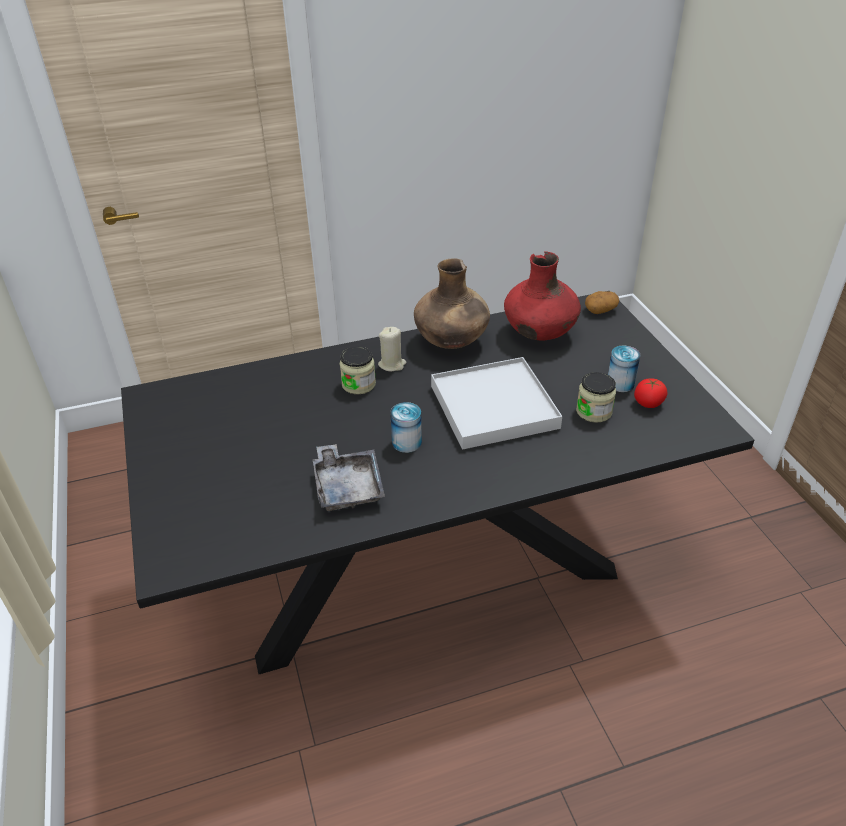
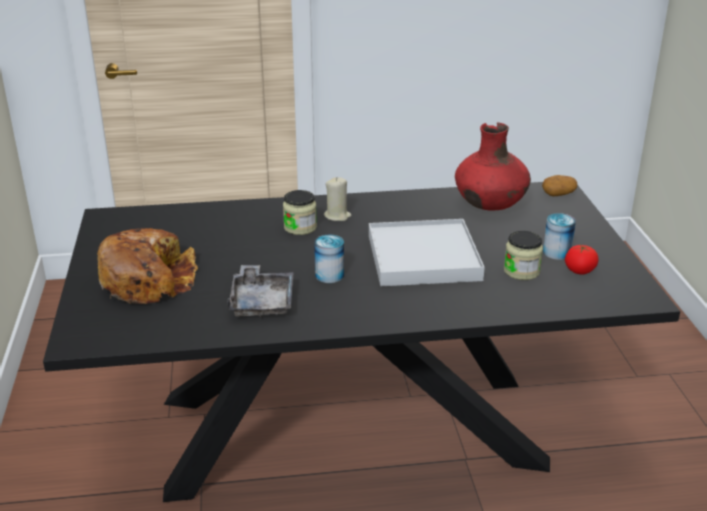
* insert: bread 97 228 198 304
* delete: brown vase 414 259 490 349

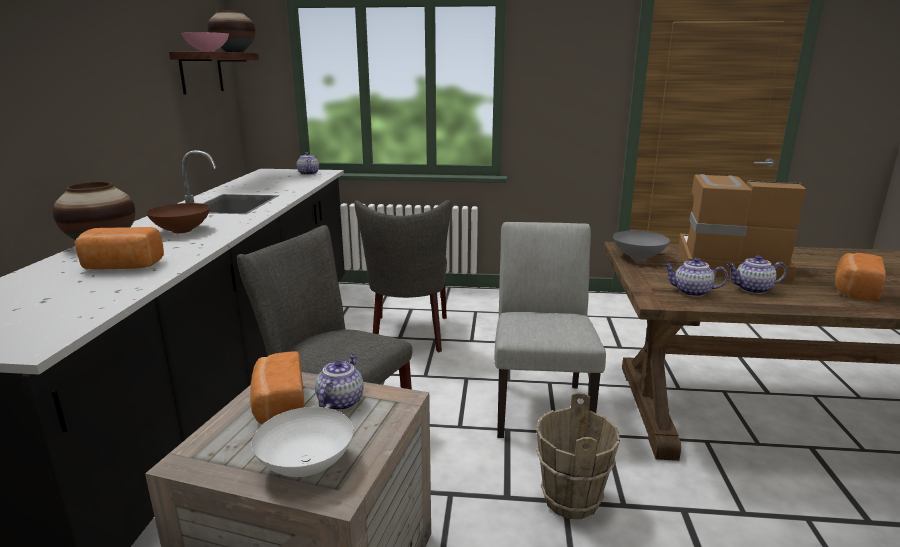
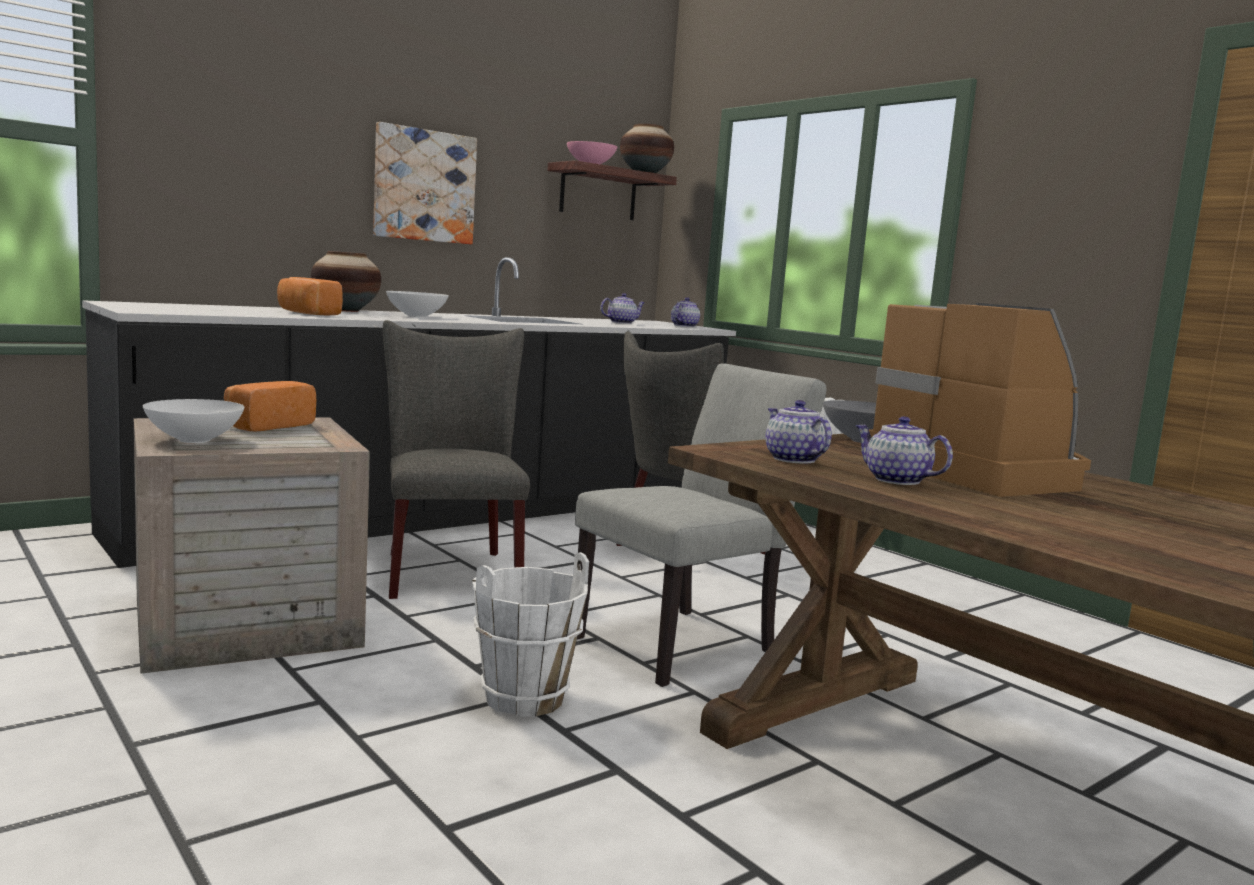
* insert: picture 373 122 477 244
* recolor: brown bowl 146 203 210 233 to white bowl 386 291 449 317
* recolor: brown bucket 536 392 620 519 to white bucket 472 552 589 717
* move: teapot 315 354 363 411 to 600 293 645 324
* delete: bread 835 253 886 301

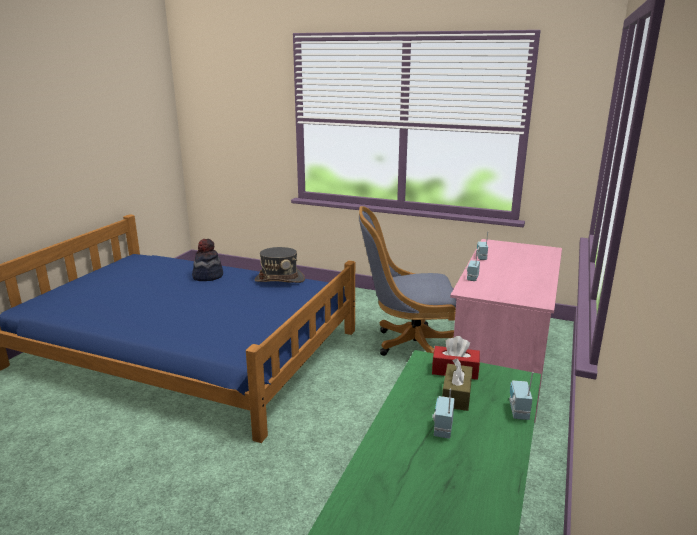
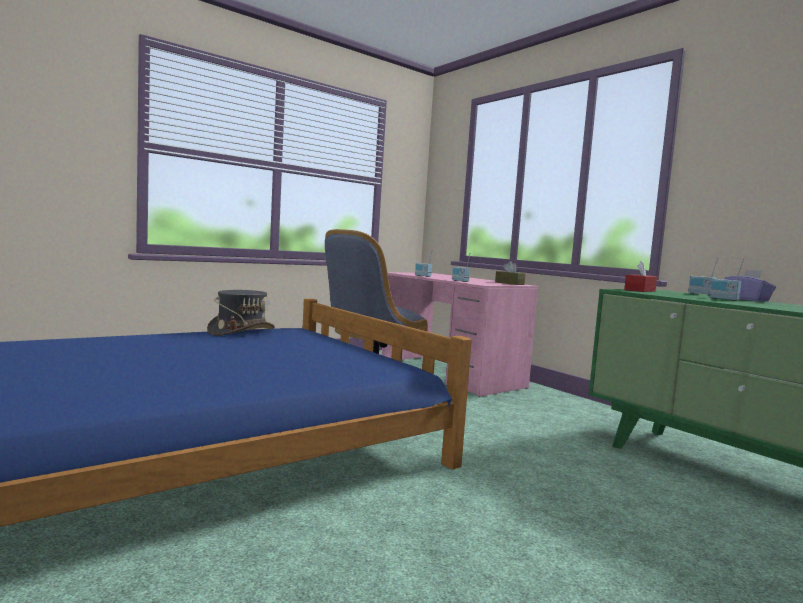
* move: brown tissue box 442 359 473 411 to 495 261 525 285
* insert: purple tissue box 725 269 776 301
* delete: hat 192 239 223 281

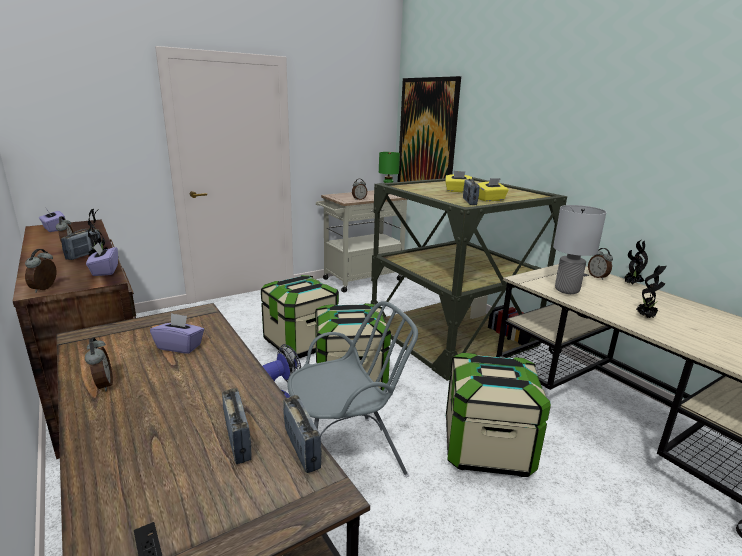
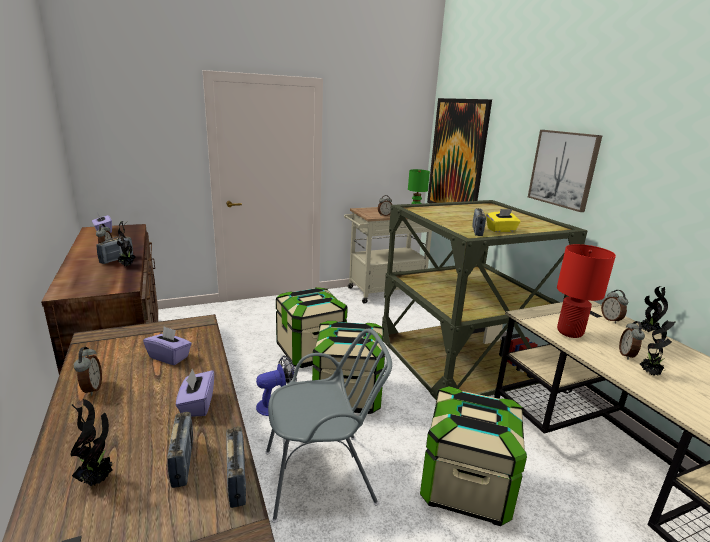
* insert: potted plant 71 399 113 487
* move: purple tissue box 86 243 118 276 to 176 369 214 417
* insert: picture 528 130 602 212
* recolor: grey table lamp 553 205 606 294 to red table lamp 557 244 616 338
* move: alarm clock 25 249 56 293 to 619 321 645 360
* delete: yellow tissue box 445 171 472 192

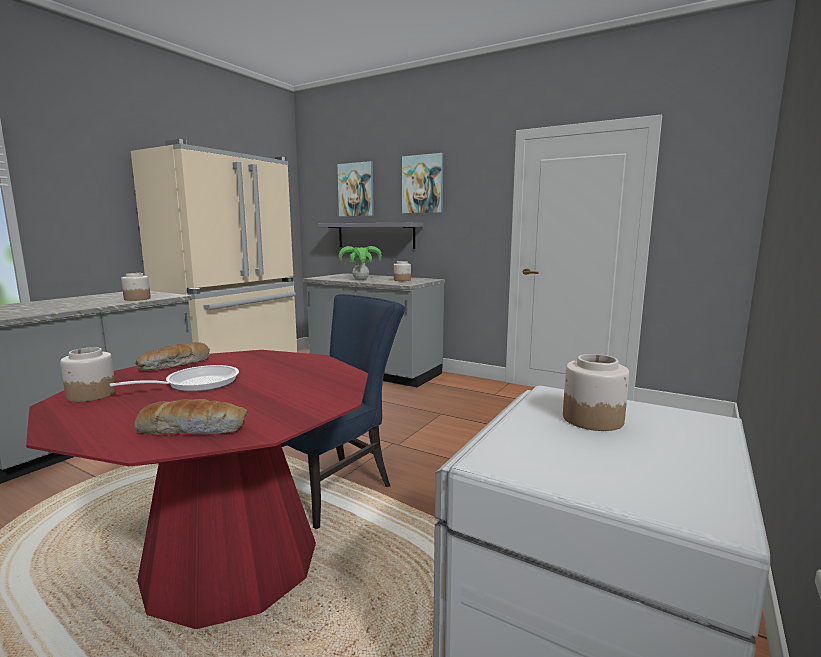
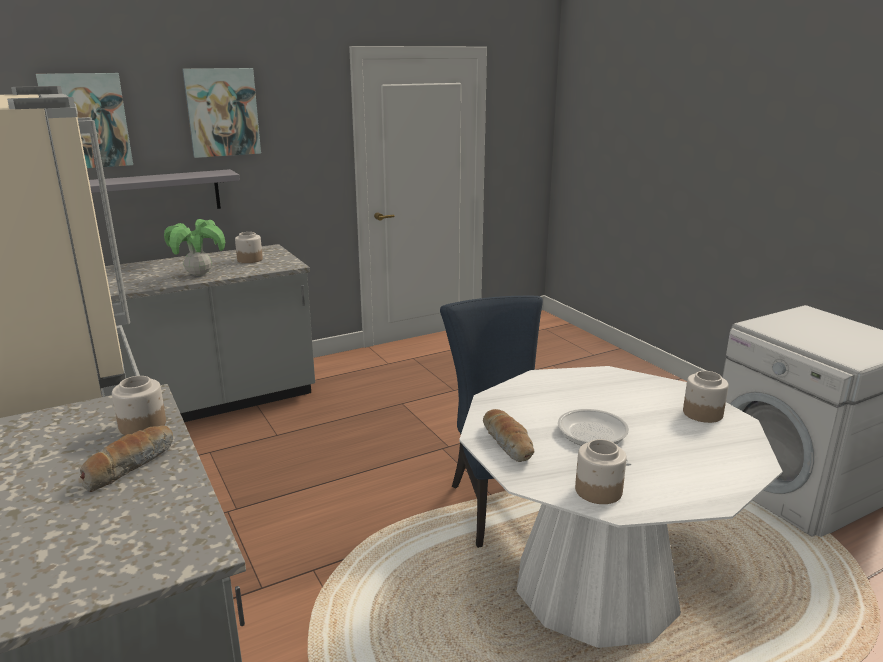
* move: bread 134 399 247 435 to 80 425 173 492
* recolor: red dining table 26 350 368 629 to white dining table 459 366 783 648
* move: jar 563 354 629 431 to 683 371 729 423

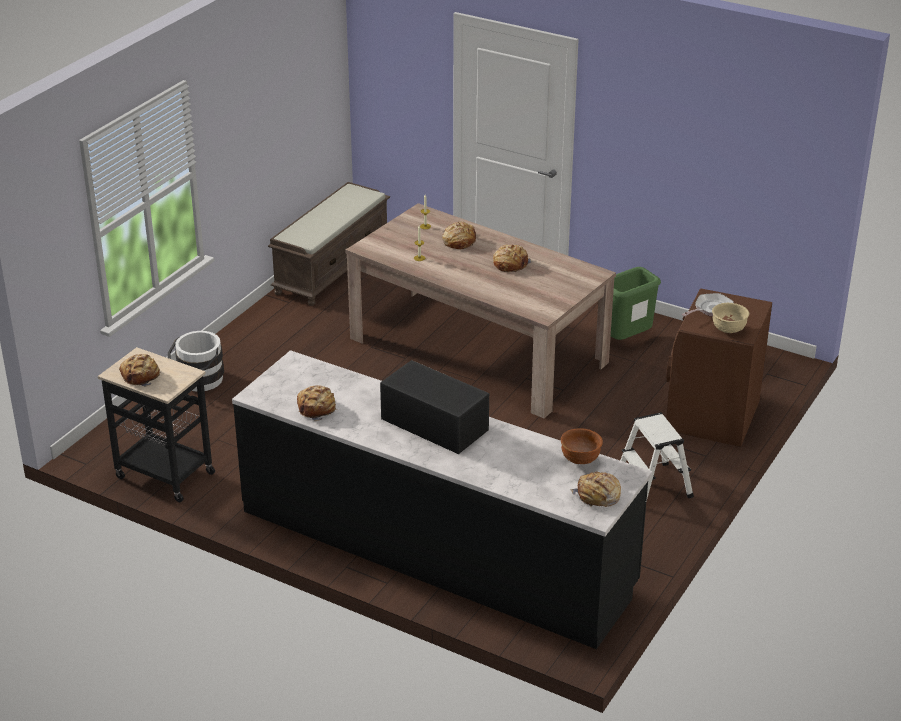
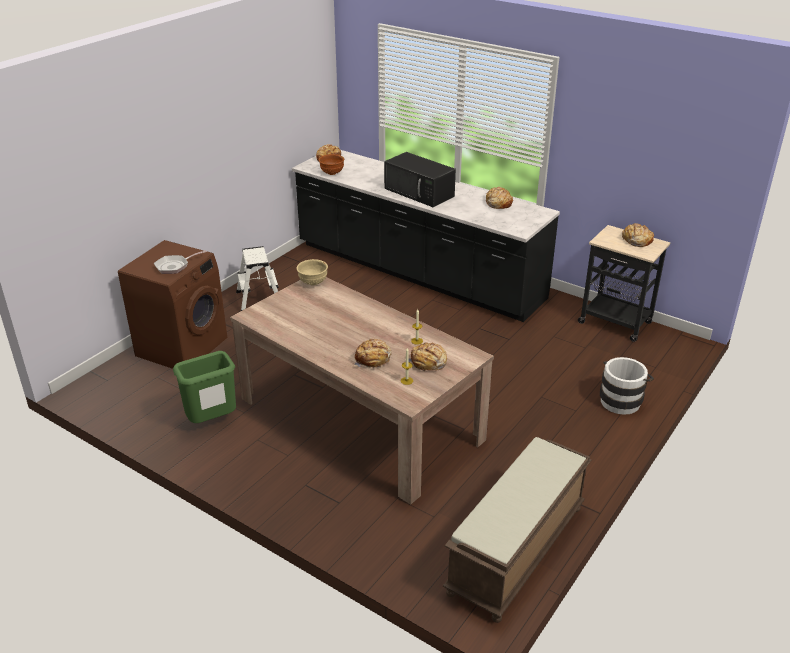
* move: beige bowl 712 303 749 333 to 296 259 328 285
* move: bread 493 244 533 272 to 405 342 447 372

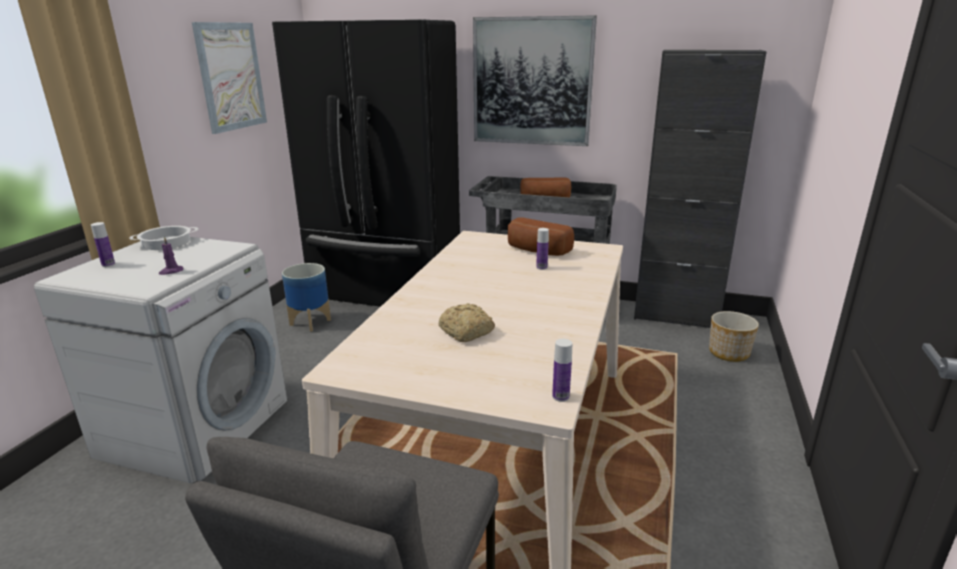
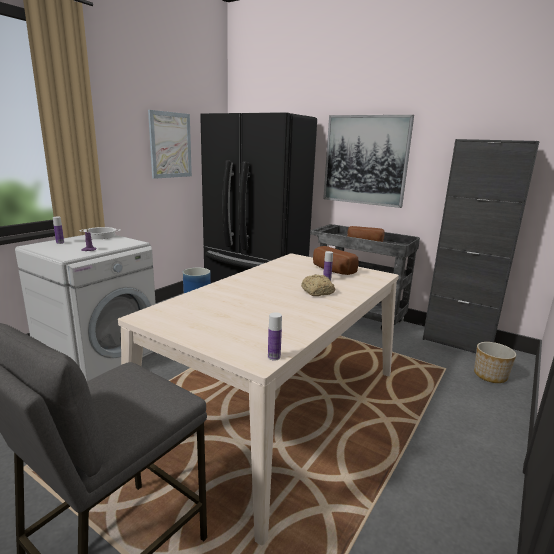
* move: bread 439 303 495 342 to 301 275 335 296

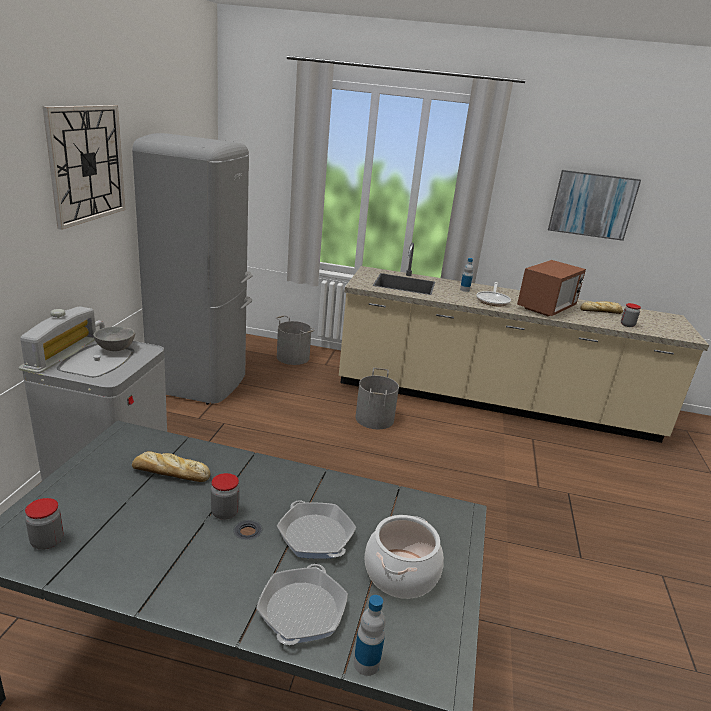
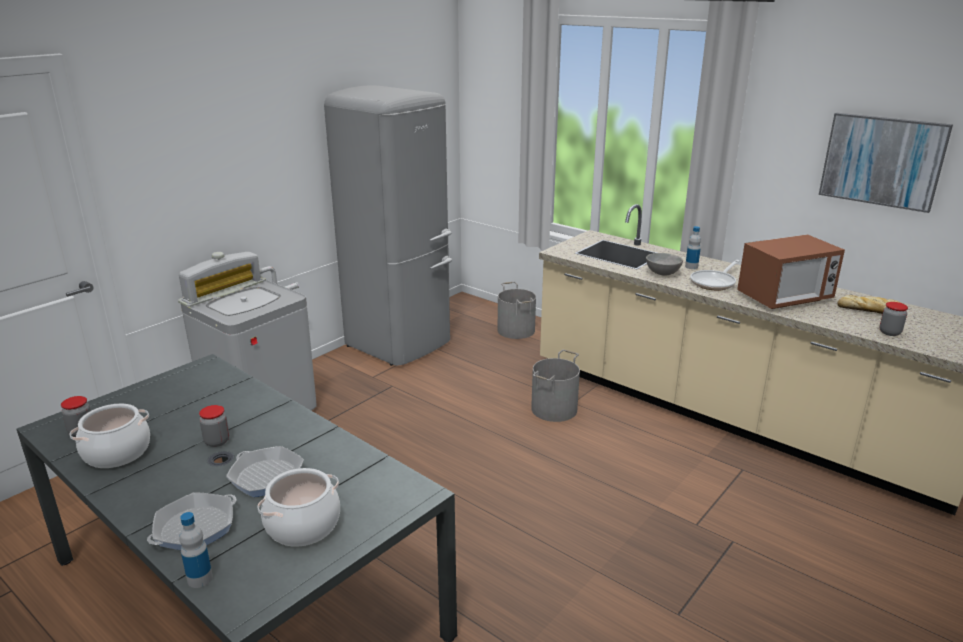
* insert: cooking pot 70 404 150 468
* rotate: frying pan 277 500 356 559 = 226 446 304 497 135 degrees clockwise
* move: grey bowl 93 326 135 351 to 646 253 683 276
* delete: wall clock 43 105 125 230
* delete: bread 132 451 210 482

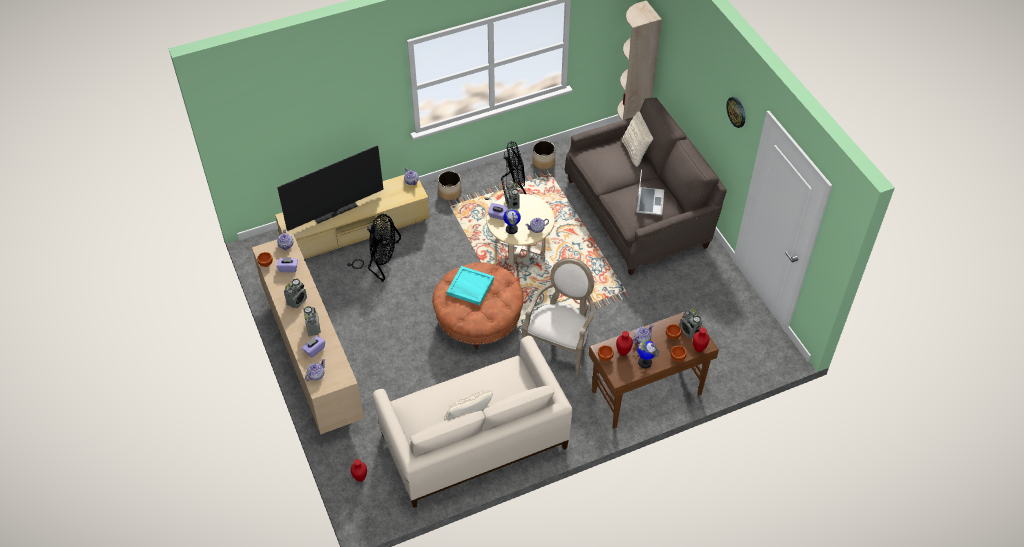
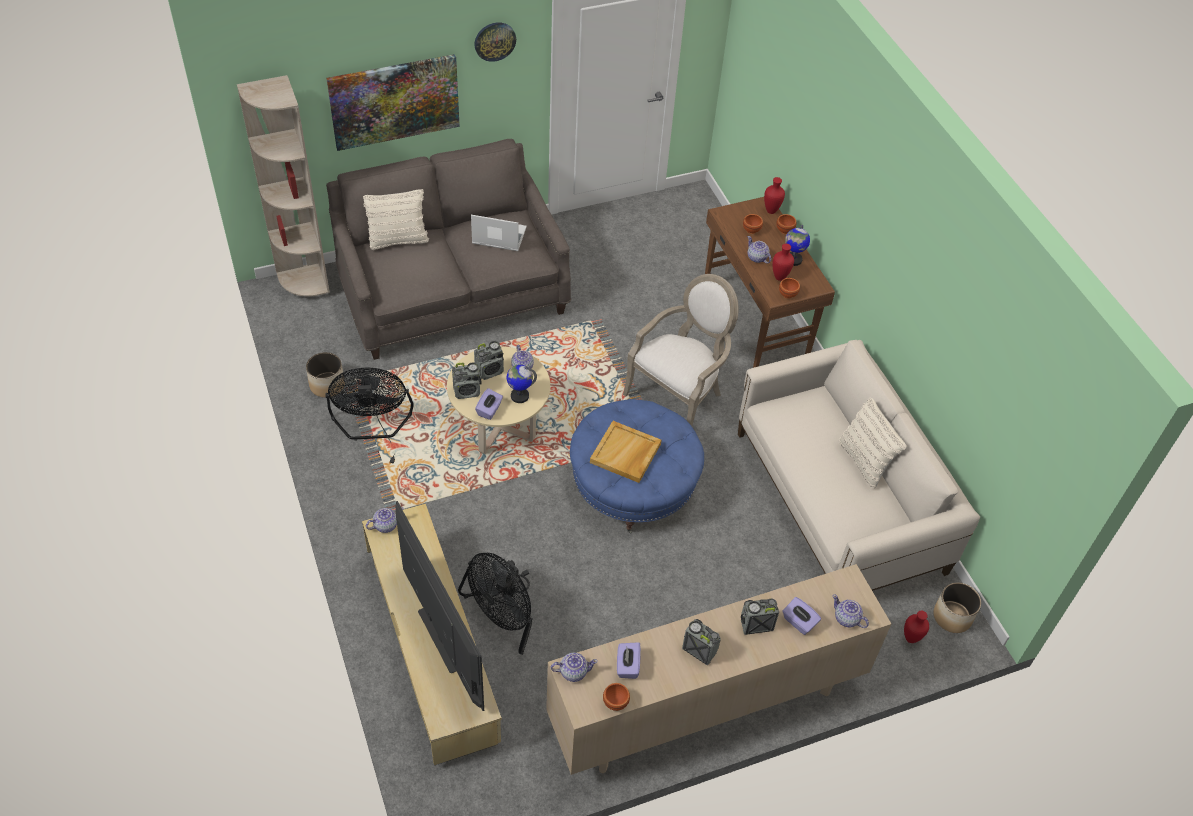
* insert: picture 326 54 460 151
* rotate: black fan 347 214 401 282 = 458 553 533 655 150 degrees counterclockwise
* move: radio 679 309 702 339 to 474 341 504 380
* recolor: brown ottoman 433 263 523 352 to blue ottoman 570 399 704 534
* recolor: turquoise tray 447 266 494 305 to beige tray 590 421 661 483
* rotate: armchair 522 258 594 377 = 623 274 739 426 105 degrees clockwise
* move: planter 438 171 461 200 to 933 582 981 633

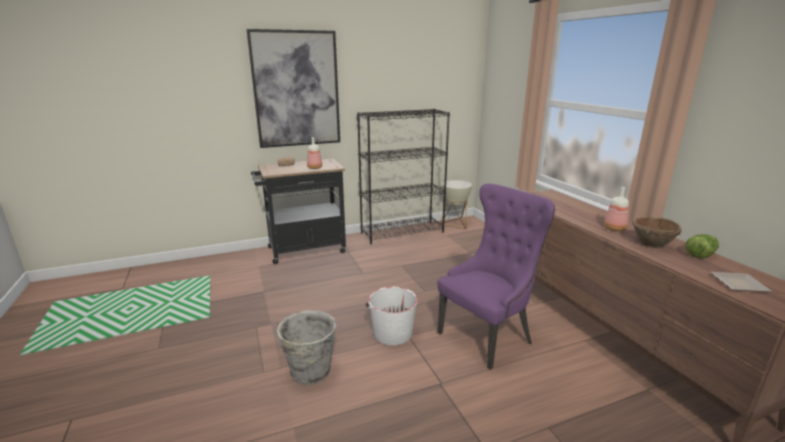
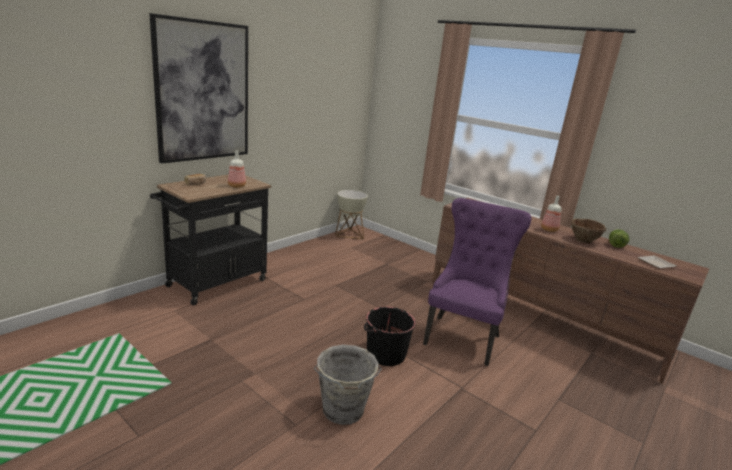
* recolor: white bucket 366 287 418 346 to black bucket 364 307 416 366
* delete: black bookcase 357 109 450 244

